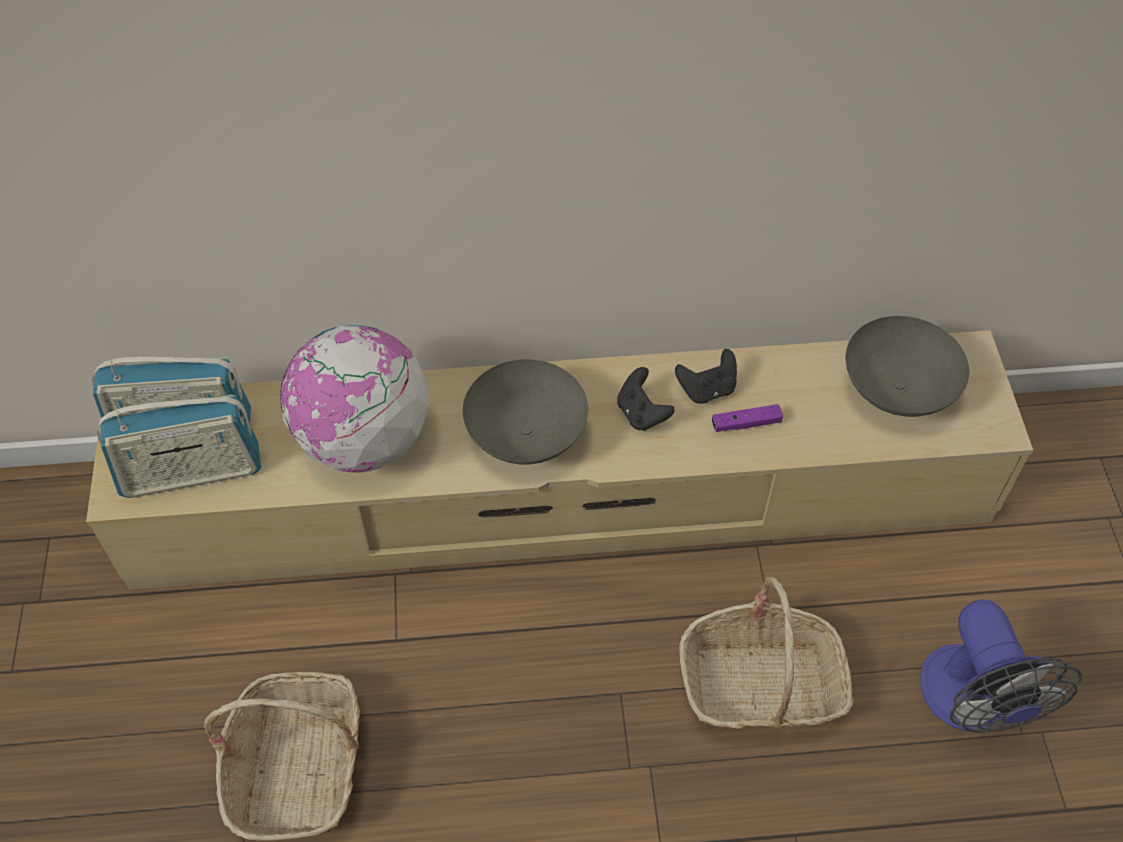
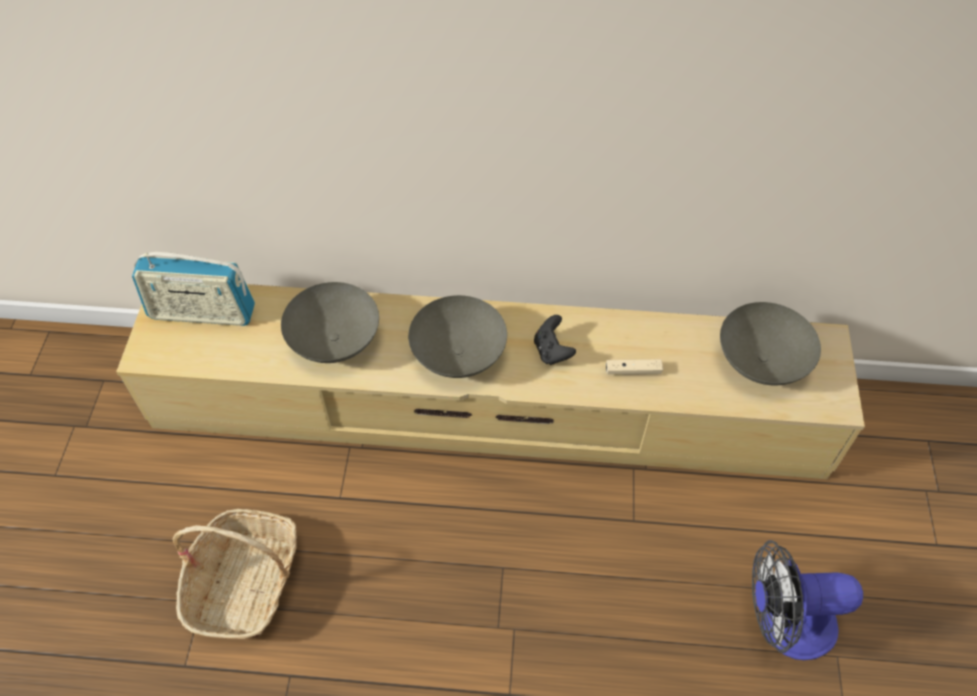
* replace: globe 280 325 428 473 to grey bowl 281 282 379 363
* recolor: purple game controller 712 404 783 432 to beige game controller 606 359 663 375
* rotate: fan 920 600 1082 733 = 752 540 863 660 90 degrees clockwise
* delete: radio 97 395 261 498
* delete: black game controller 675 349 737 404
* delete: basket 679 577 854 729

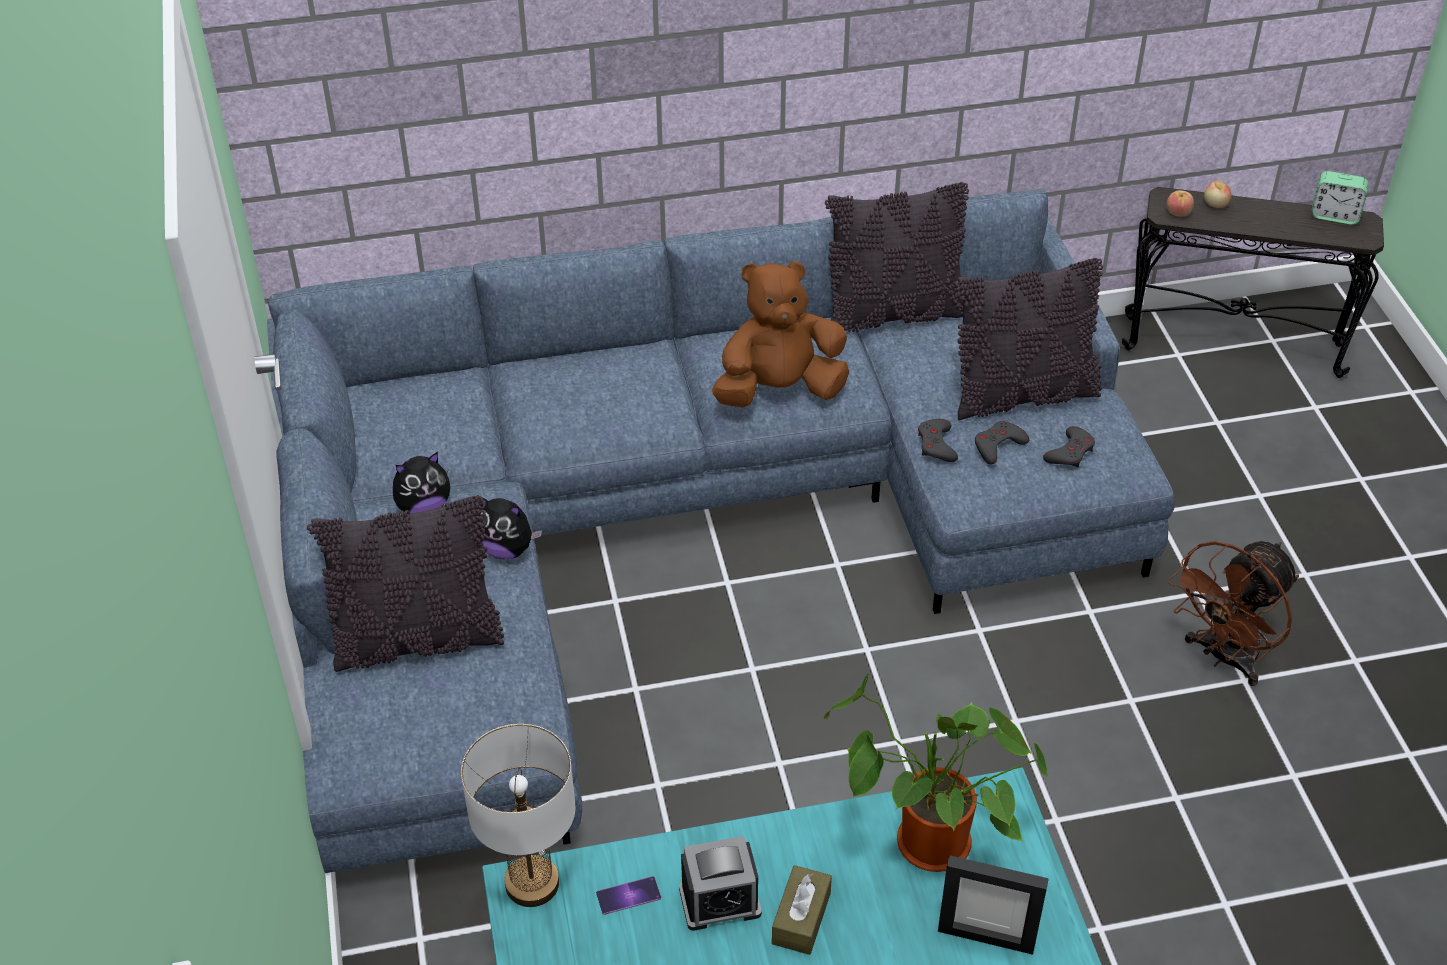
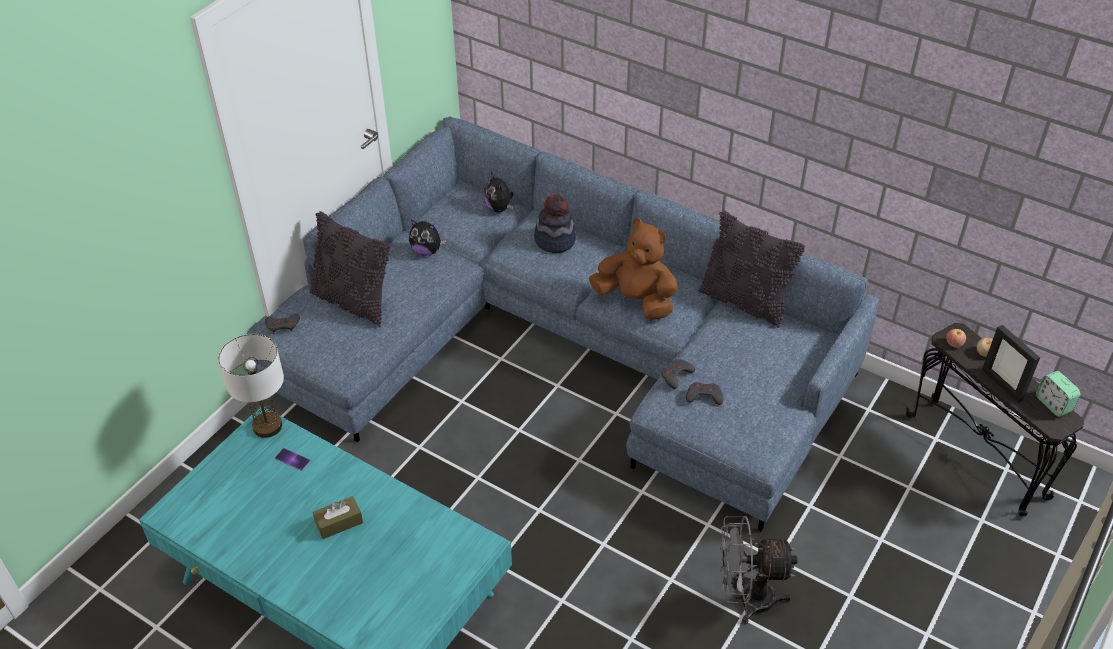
* move: grey game controller 1043 426 1095 468 to 265 314 300 333
* move: plush toy 477 495 542 560 to 484 172 514 213
* insert: hat 534 194 576 253
* recolor: brown fan 1168 541 1299 686 to grey fan 720 516 798 624
* move: picture frame 938 855 1049 955 to 982 325 1040 403
* delete: alarm clock 679 836 762 931
* delete: potted plant 824 673 1048 872
* delete: black pillow 955 258 1103 420

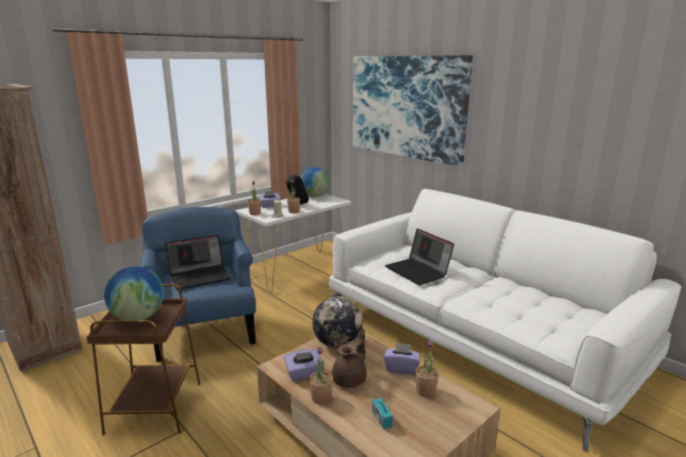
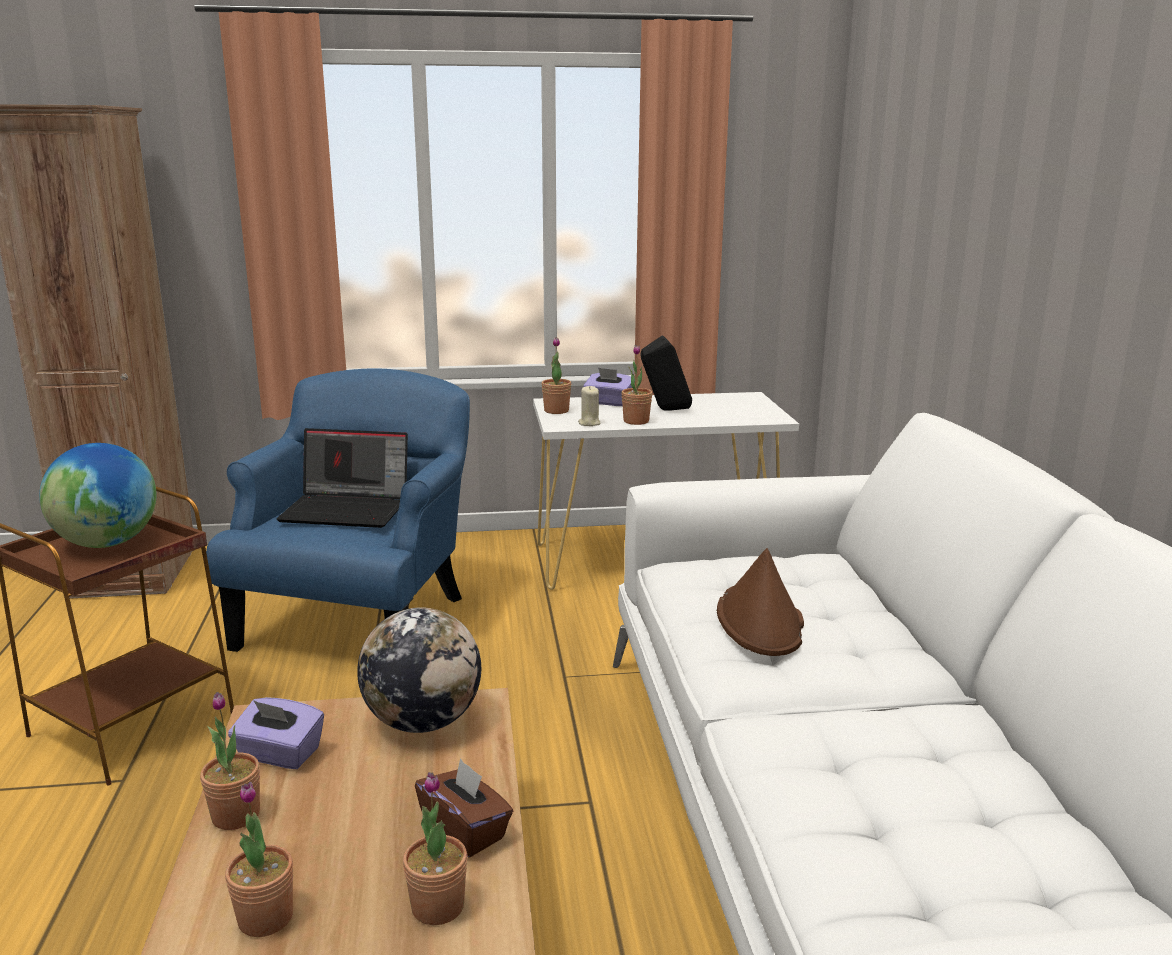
* replace: radio 372 388 393 429 to potted plant 225 782 293 937
* recolor: purple tissue box 384 342 420 375 to brown tissue box 415 758 513 857
* replace: laptop 385 229 454 285 to brown hat 717 548 804 656
* delete: globe 300 167 329 197
* delete: brown teapot 332 328 367 388
* delete: picture 353 55 473 166

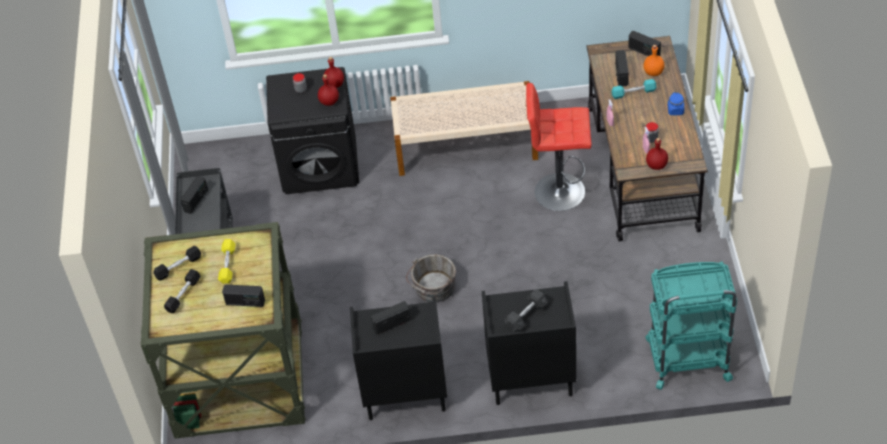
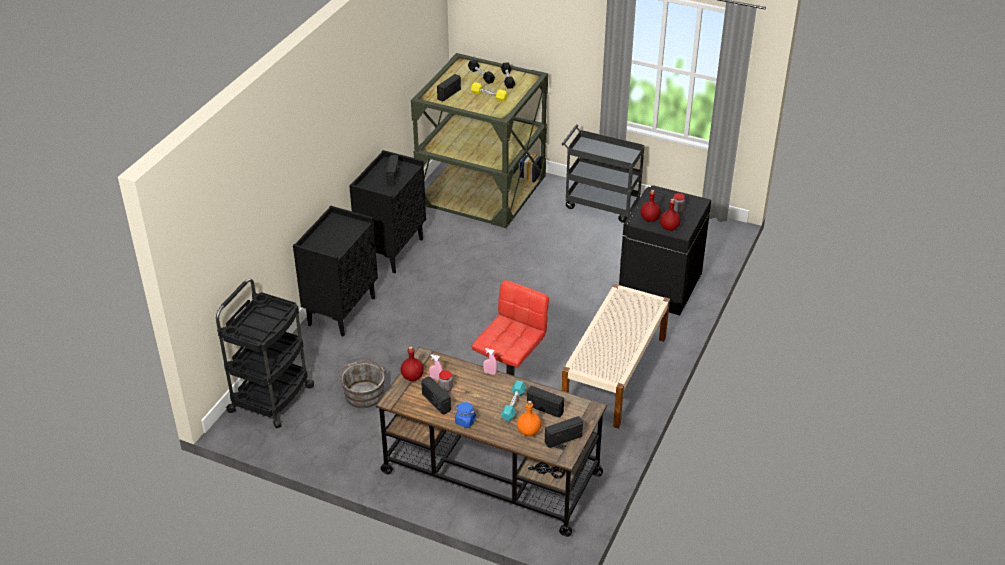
* recolor: turquoise cart 645 262 737 390 to black cart 216 279 314 429
* move: grey bucket 406 254 456 302 to 338 360 385 408
* move: radio 180 176 208 214 to 421 376 451 415
* delete: grey dumbbell 504 289 548 332

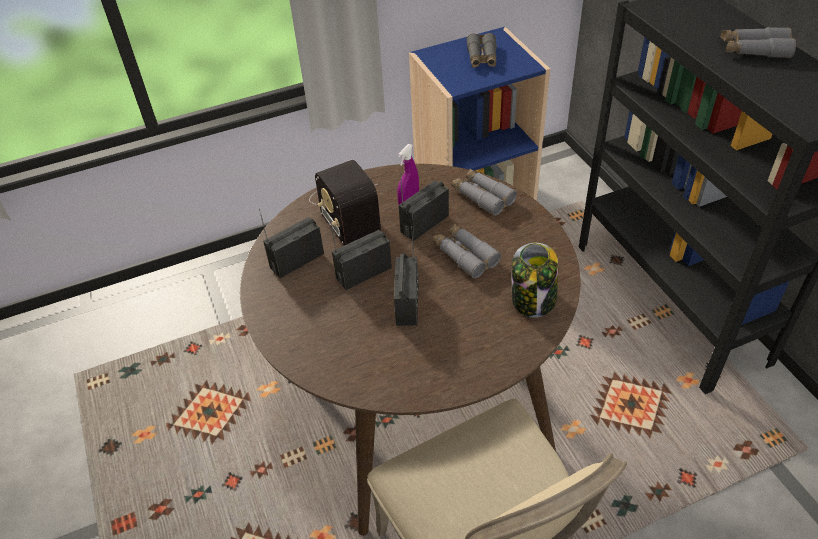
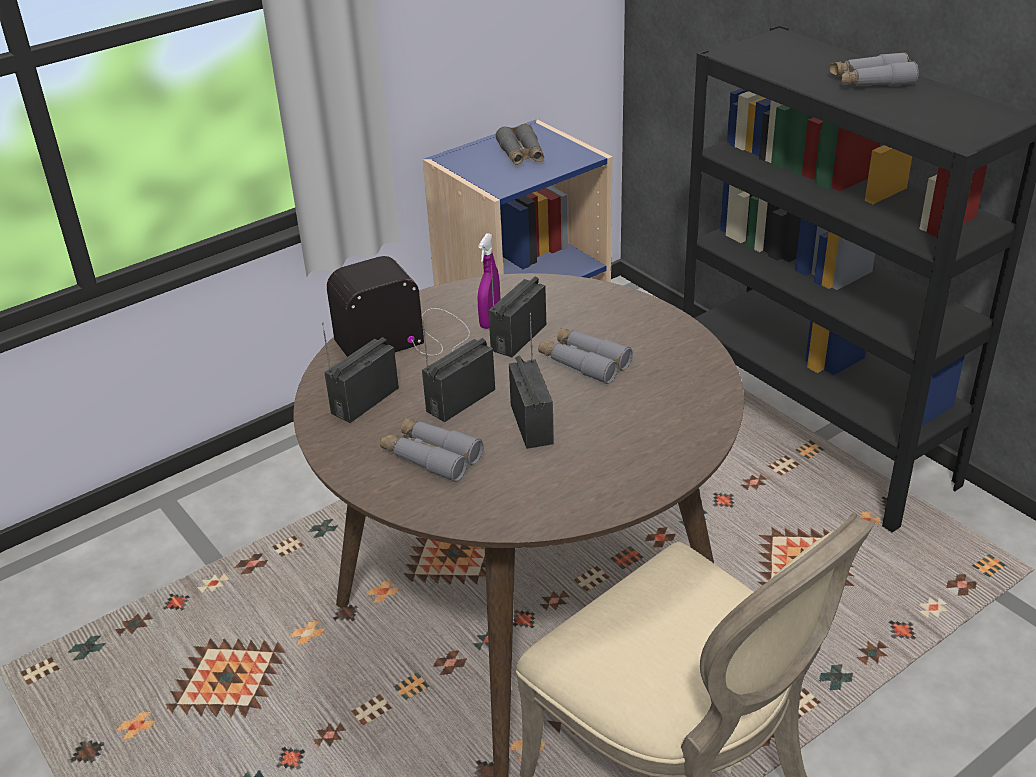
* rotate: radio 309 160 381 246 = 327 256 470 357 105 degrees clockwise
* move: grey binoculars 451 169 517 216 to 380 418 484 482
* delete: jar 512 243 558 318

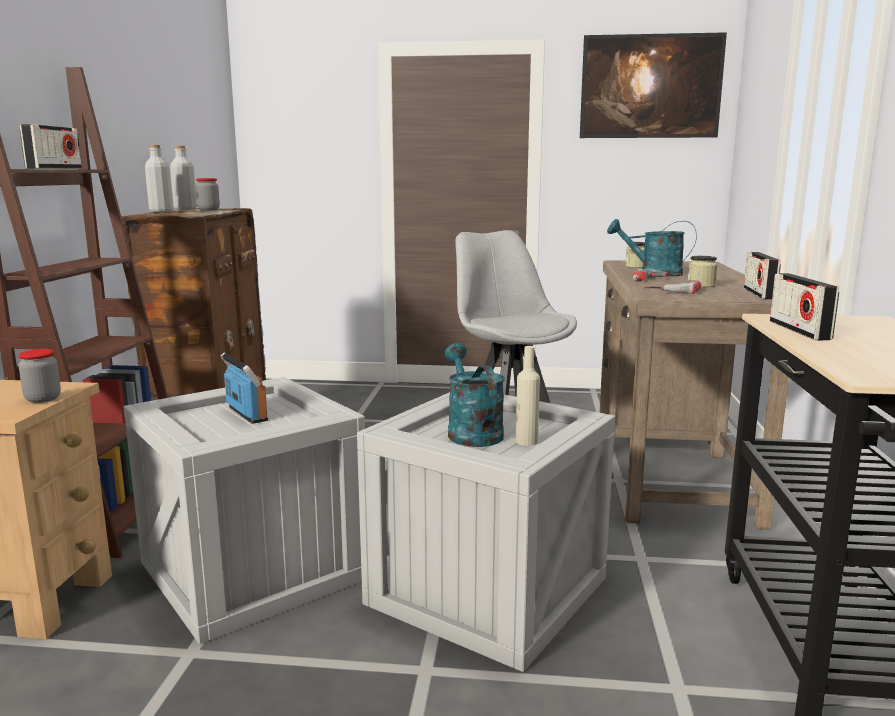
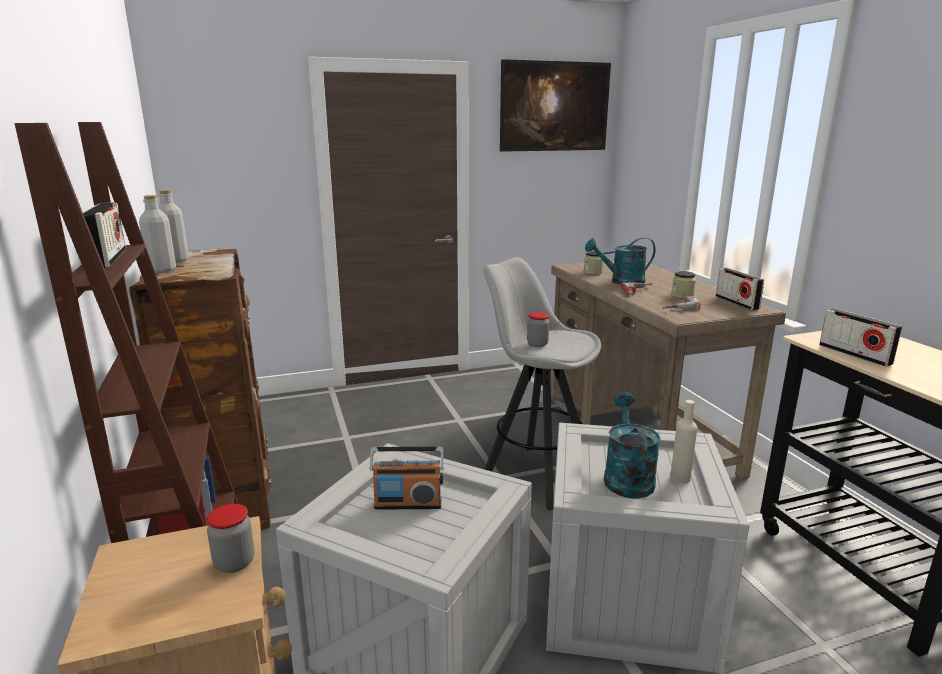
* rotate: radio 220 352 268 424 = 370 447 444 509 150 degrees clockwise
* move: jar 196 178 220 211 to 527 312 549 347
* rotate: turquoise watering can 444 343 505 447 = 604 392 661 499 45 degrees clockwise

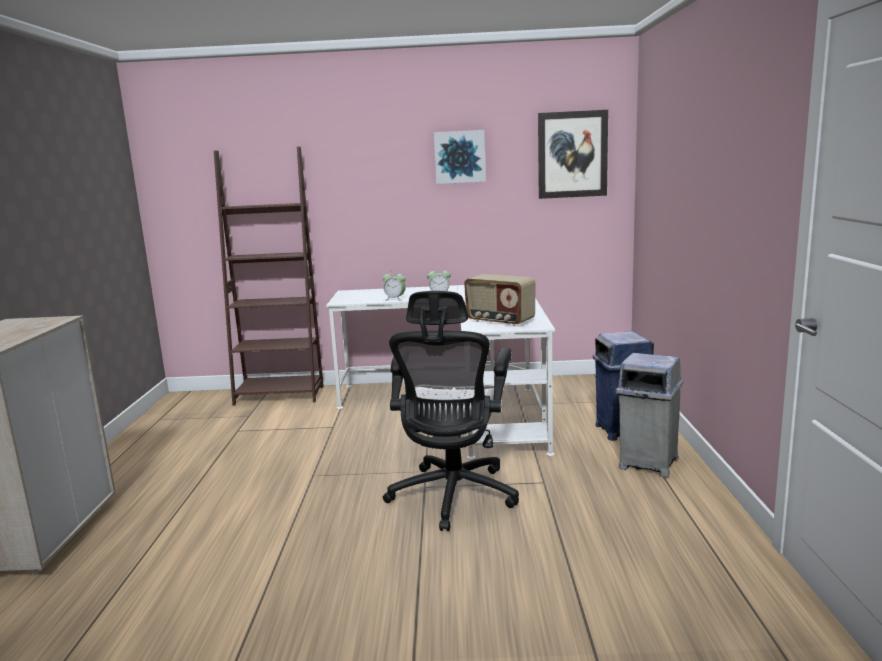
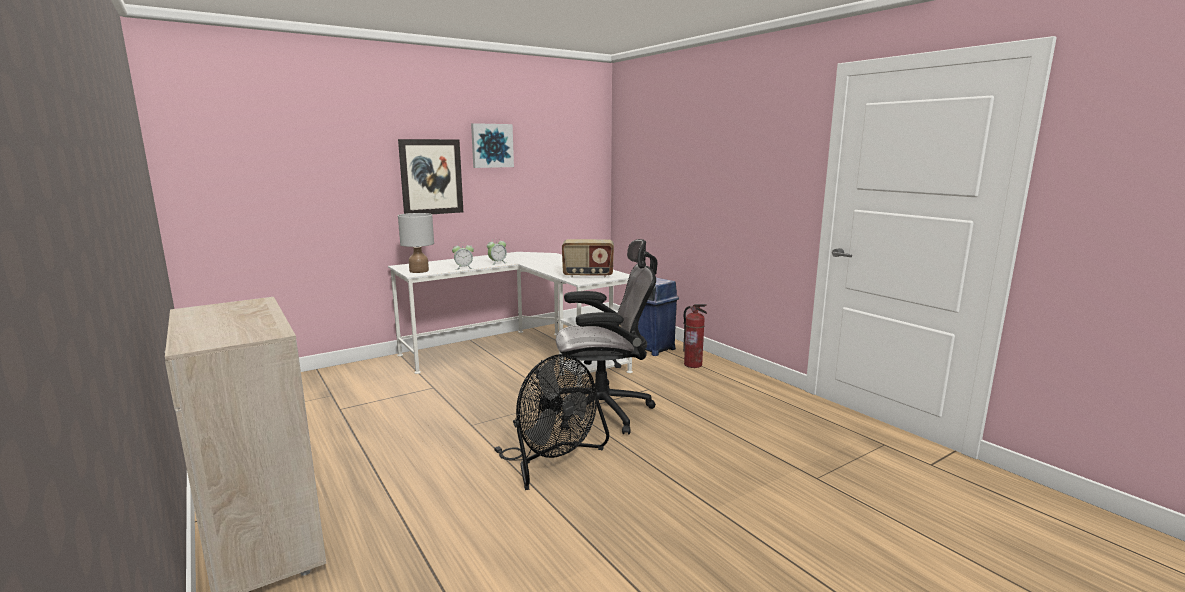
* move: picture 538 110 608 199 to 398 139 463 214
* insert: grey table lamp 398 213 434 273
* insert: black fan 495 354 609 490
* rotate: office chair 383 291 519 531 = 556 239 657 435 75 degrees counterclockwise
* replace: grey trash can 616 353 683 477 to fire extinguisher 683 304 707 368
* delete: brown bookcase 214 147 324 406

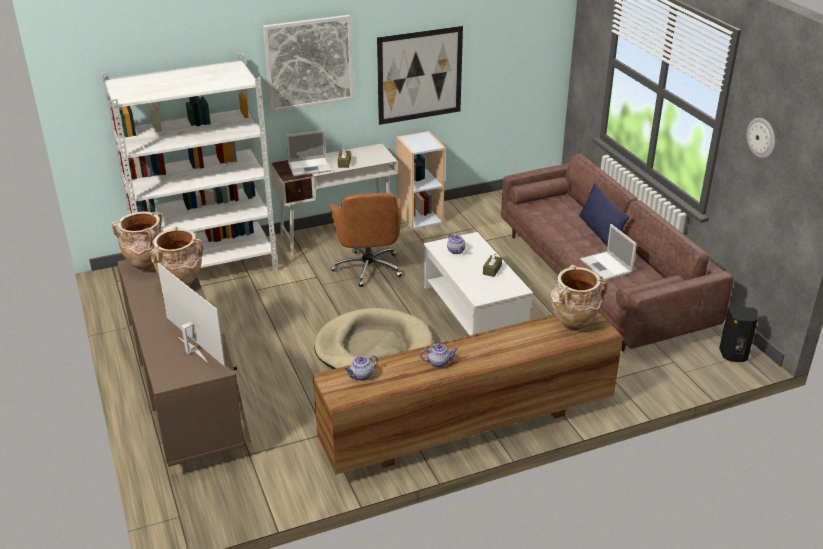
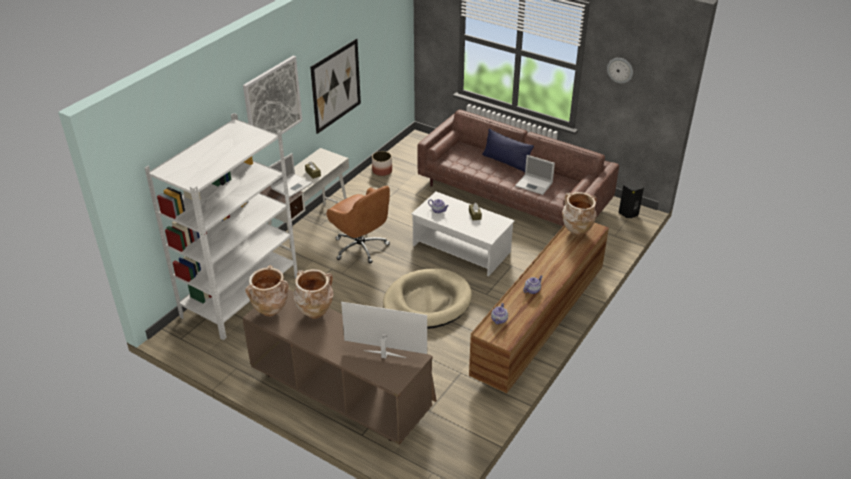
* insert: planter 372 151 392 176
* delete: bookcase 396 131 445 230

